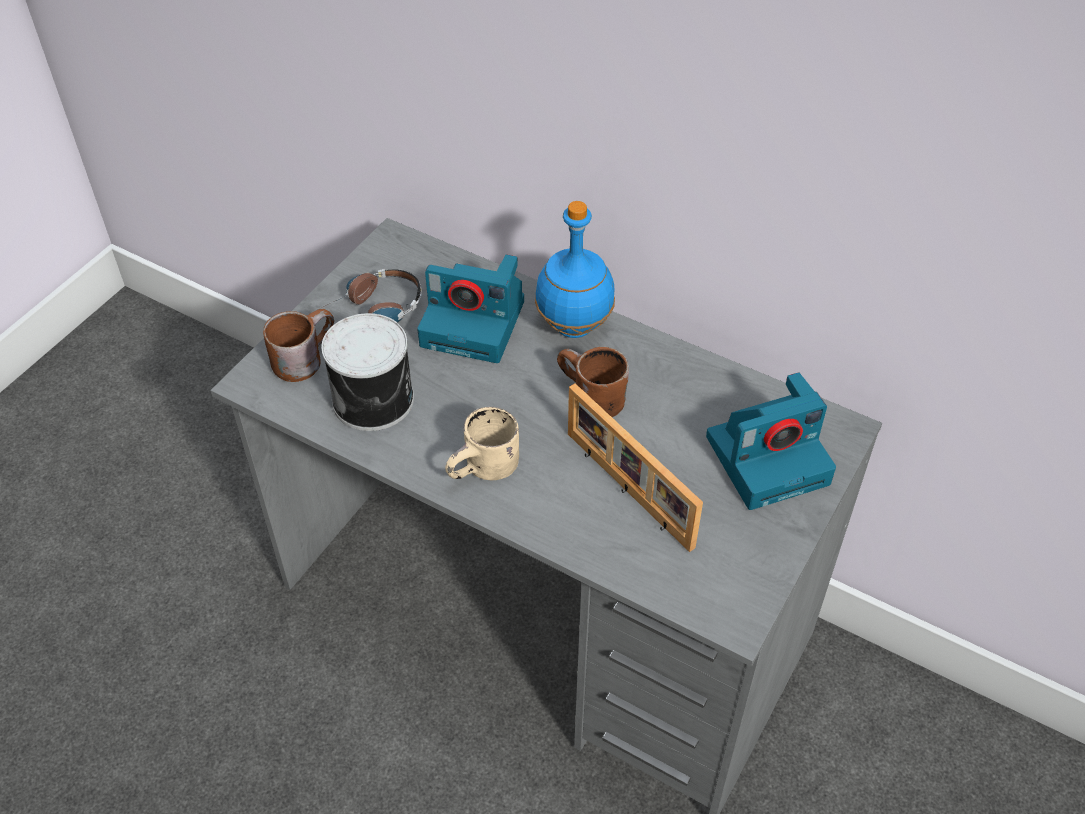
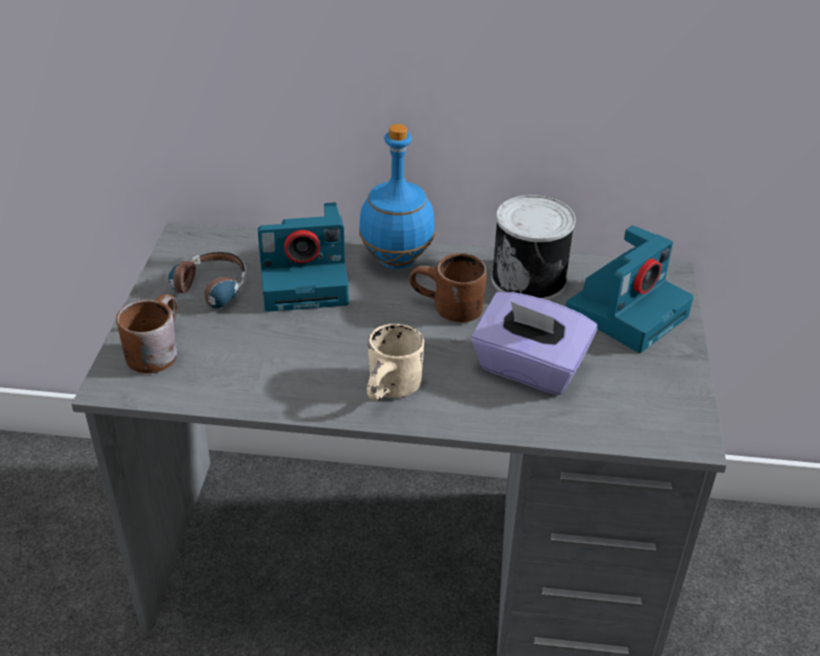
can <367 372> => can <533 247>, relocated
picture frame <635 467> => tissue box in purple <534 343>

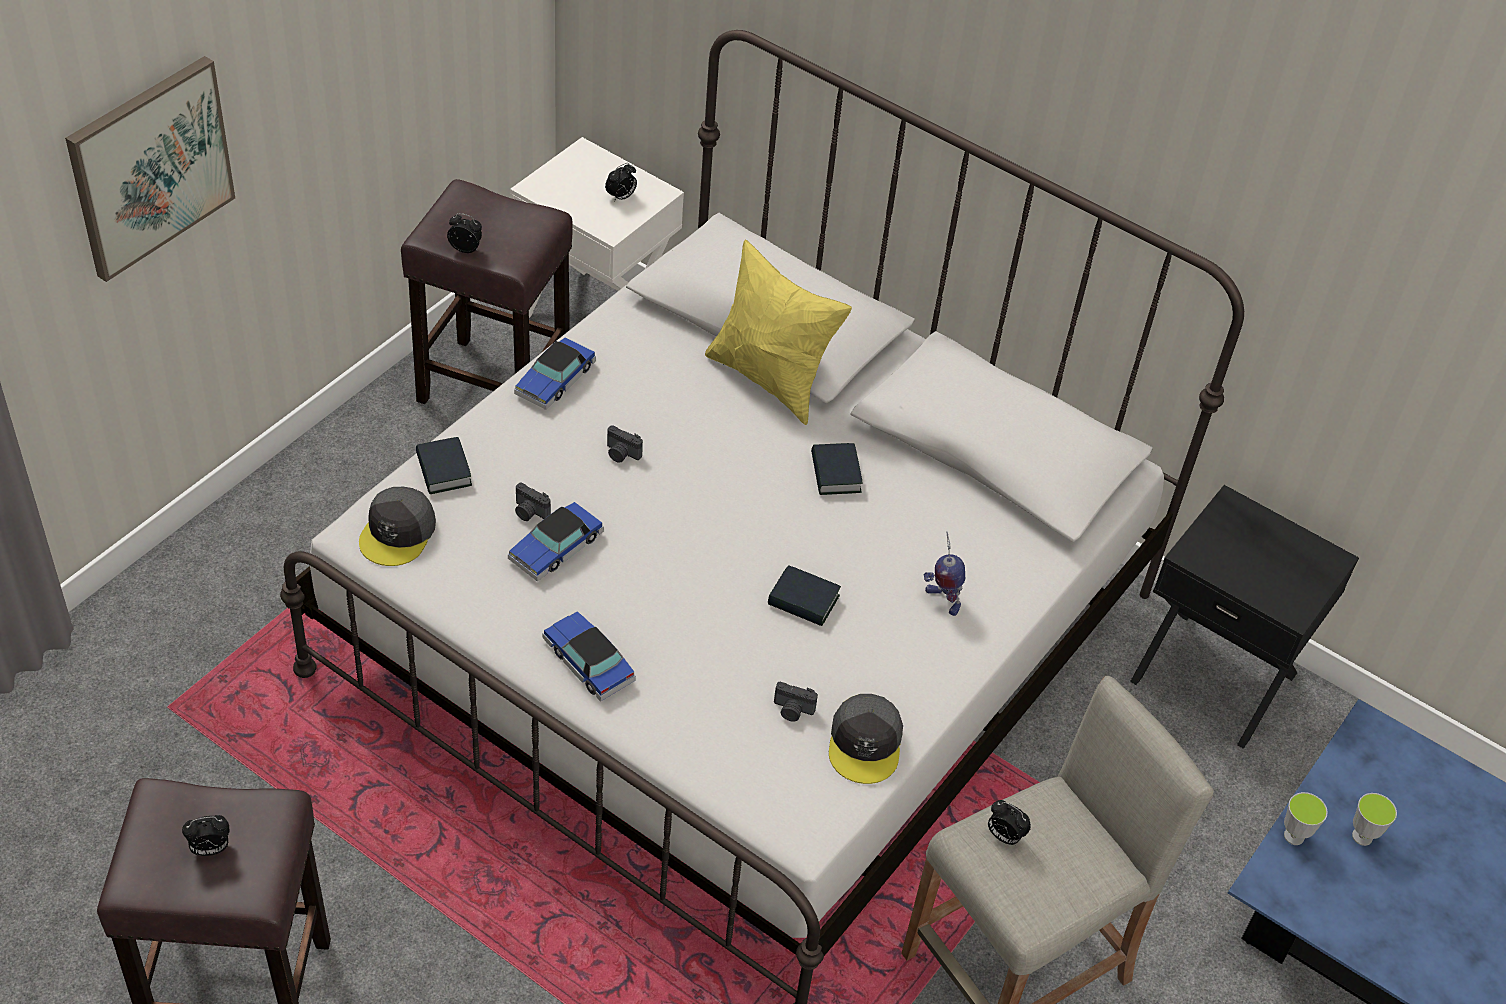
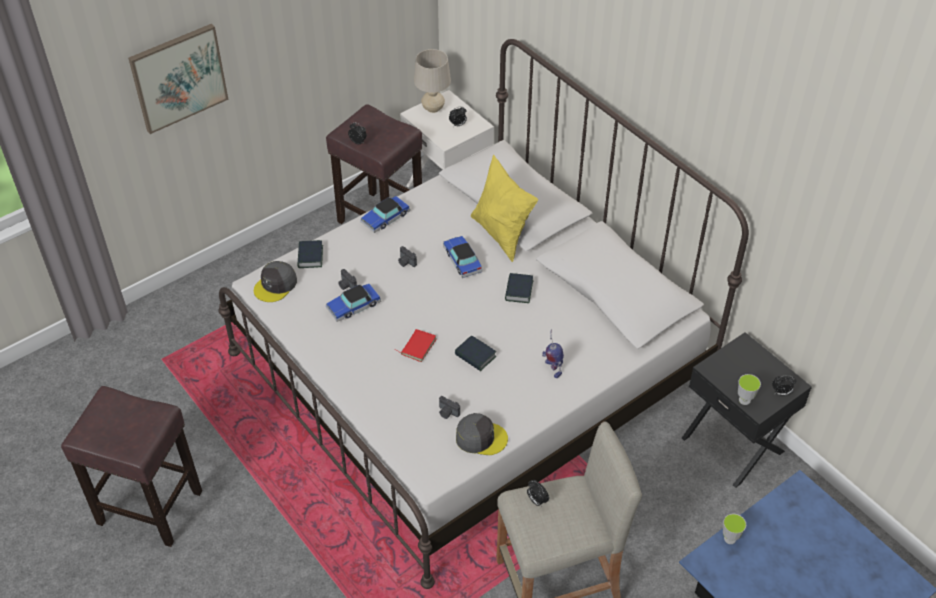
toy car <589 656> => toy car <462 257>, relocated
cap in grey <866 739> => cap in grey <482 434>, 105 degrees counterclockwise
cup <1374 819> => cup <749 389>, relocated
alarm clock <206 835> => alarm clock <784 386>, relocated
nothing => table lamp in beige <432 81>
nothing => book in red <416 345>

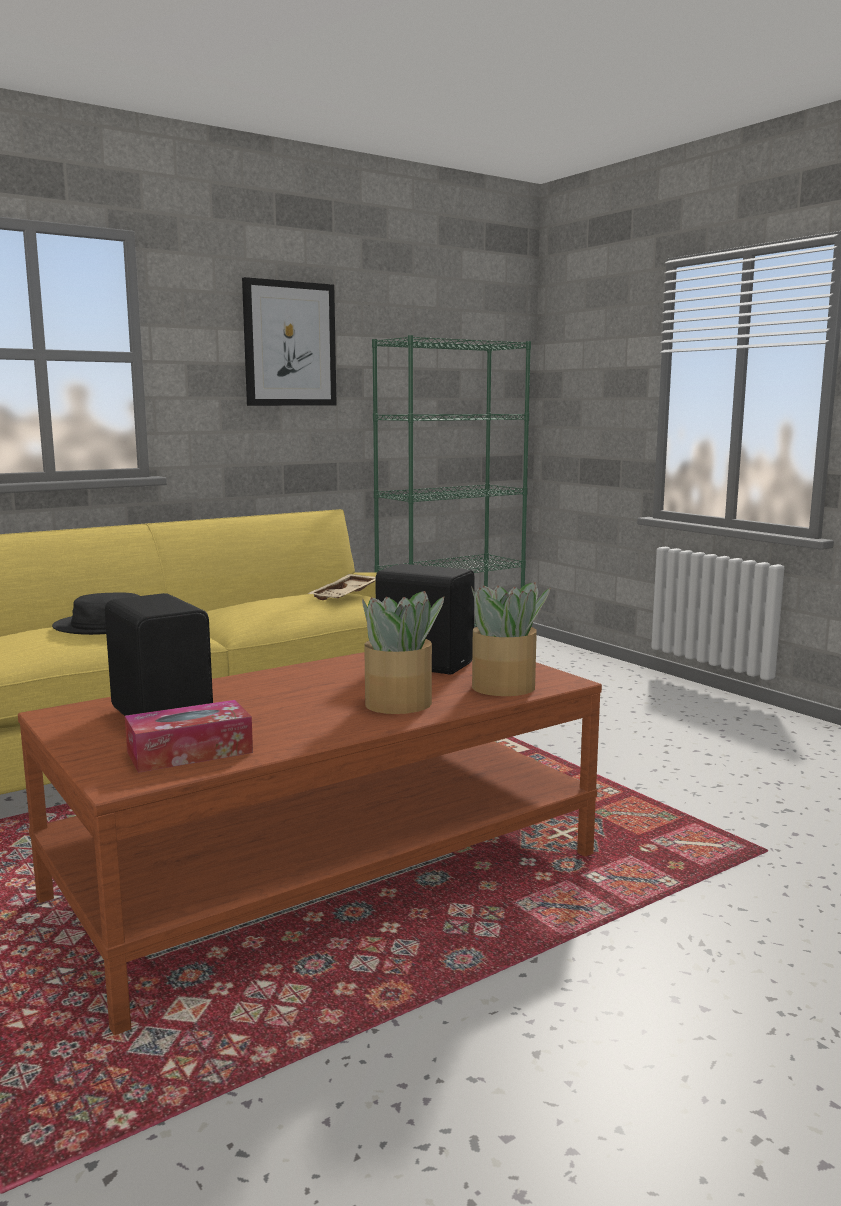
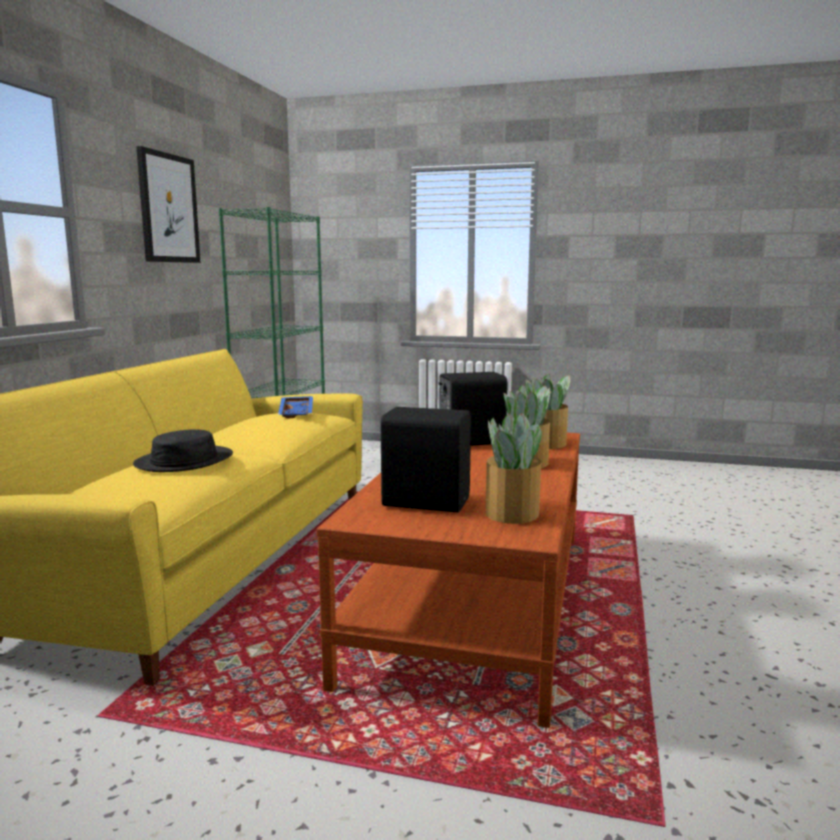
tray in beige <342 587> => tray in blue <295 407>
tissue box <189 736> => potted plant <514 468>

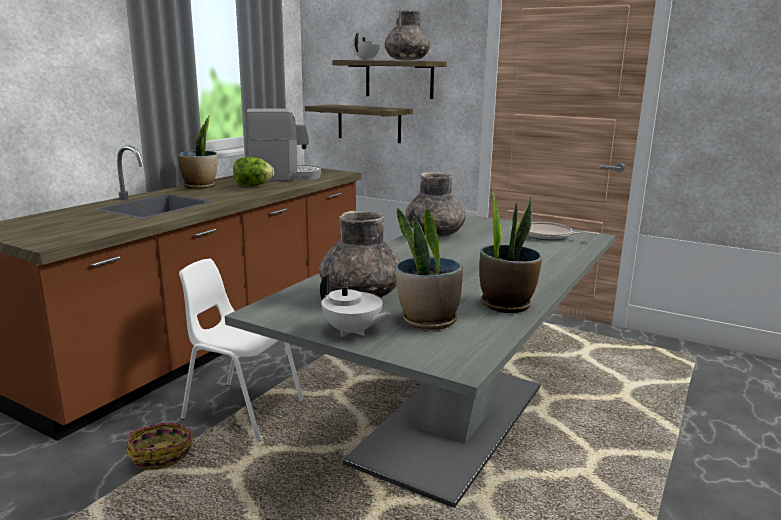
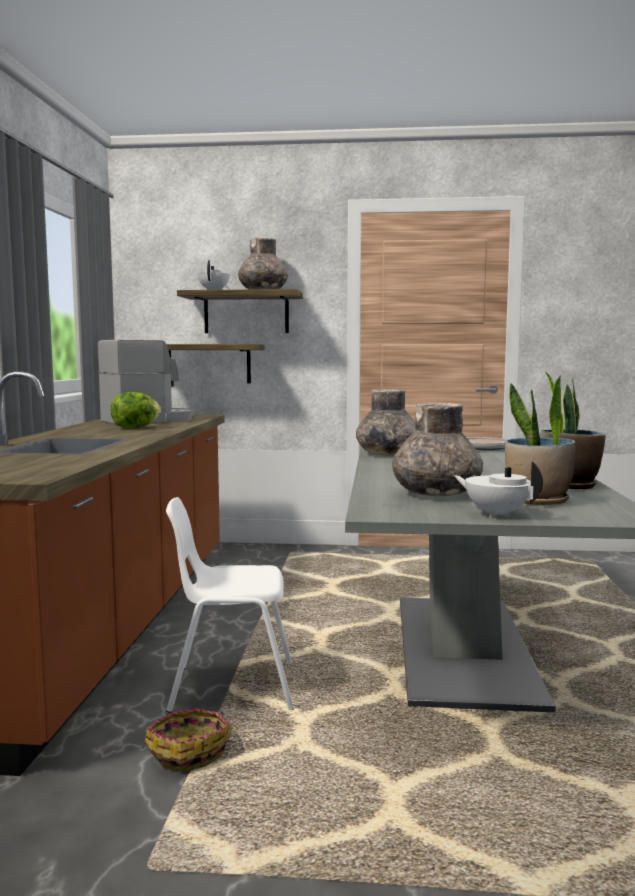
potted plant <198 152> => nothing
teapot in white <355 305> => teapot in white <498 489>, 150 degrees counterclockwise

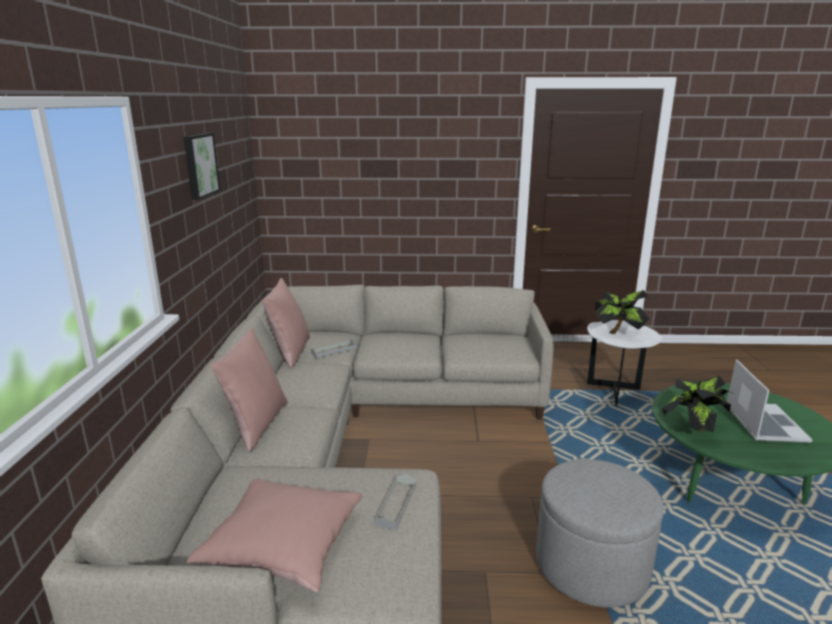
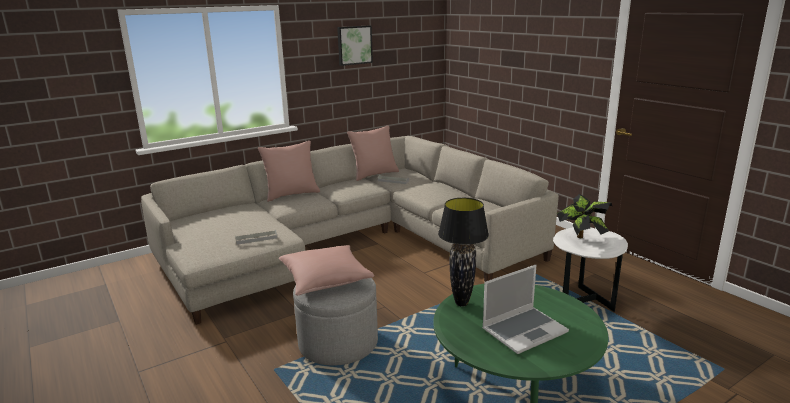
potted plant <698 404> => table lamp in black <463 252>
pillow in pink <274 535> => pillow in pink <326 270>, relocated

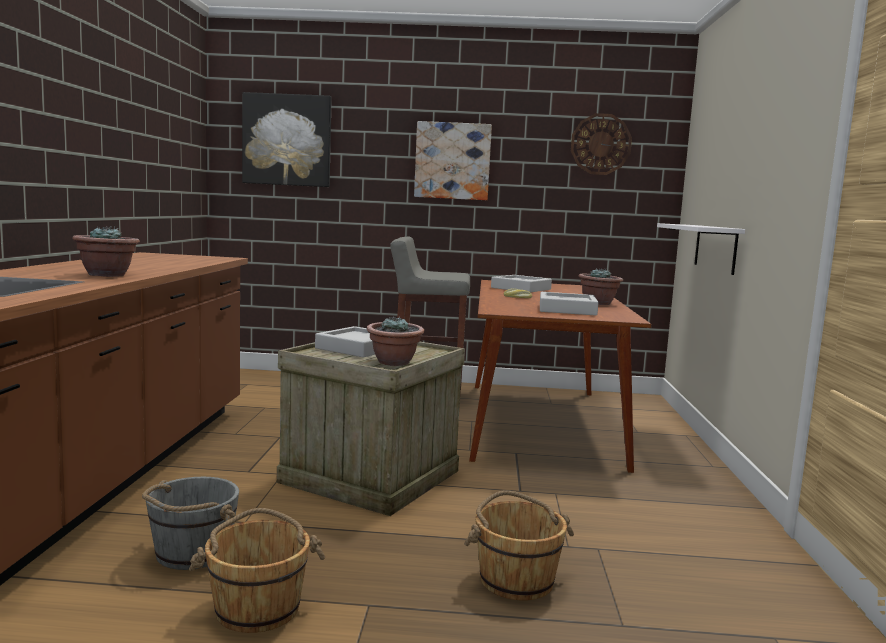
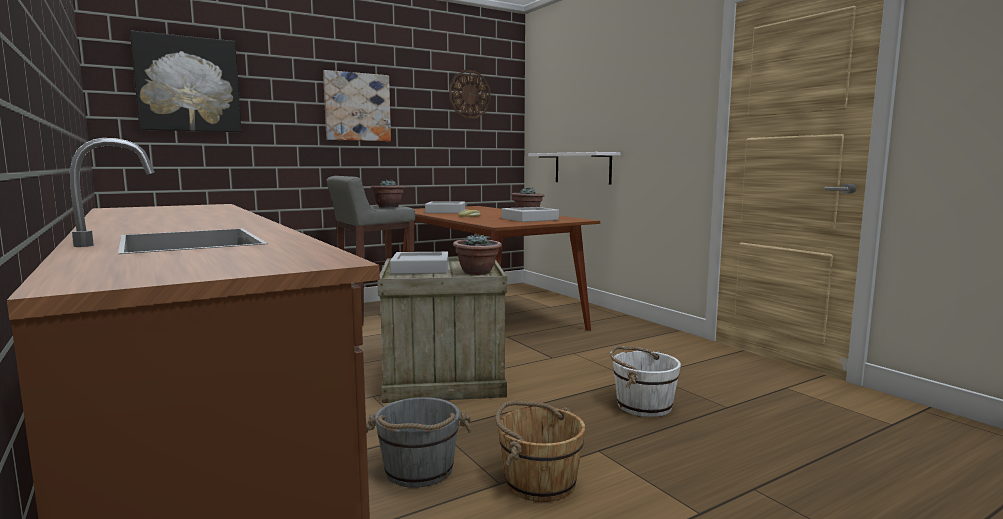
potted plant <106 251> => potted plant <387 193>, relocated
bucket in brown <519 545> => bucket in white <645 381>

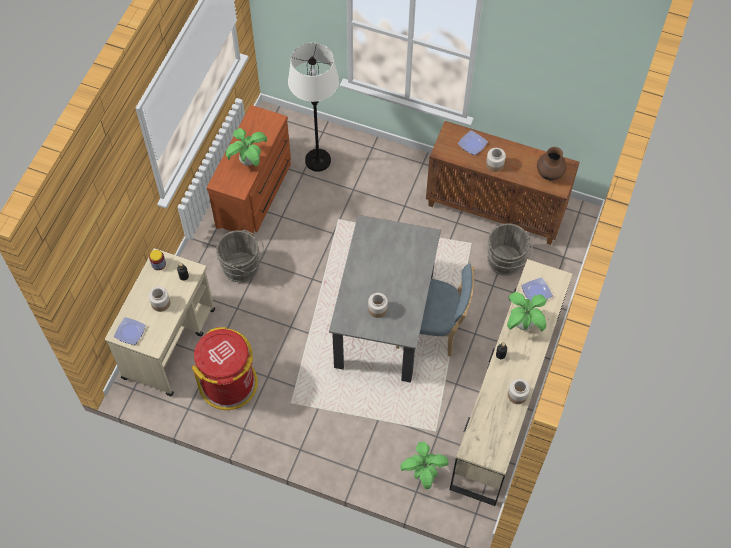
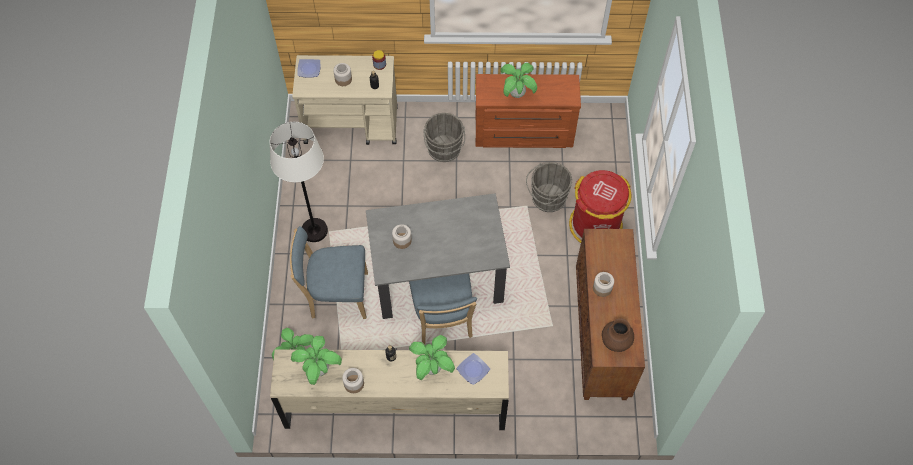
floor lamp in white <313 107> => floor lamp in white <299 182>, relocated
plate <473 142> => nothing
bucket in grey <510 249> => bucket in grey <549 187>, relocated
trash can in red <225 368> => trash can in red <600 206>, relocated
nothing => chair in blue <329 272>
nothing => potted plant <316 360>

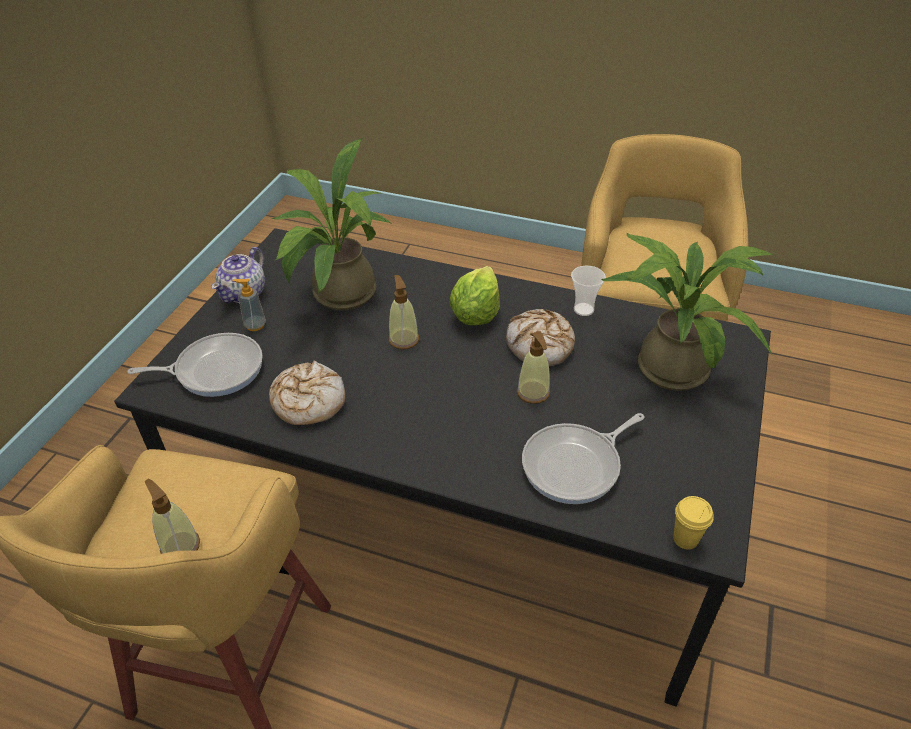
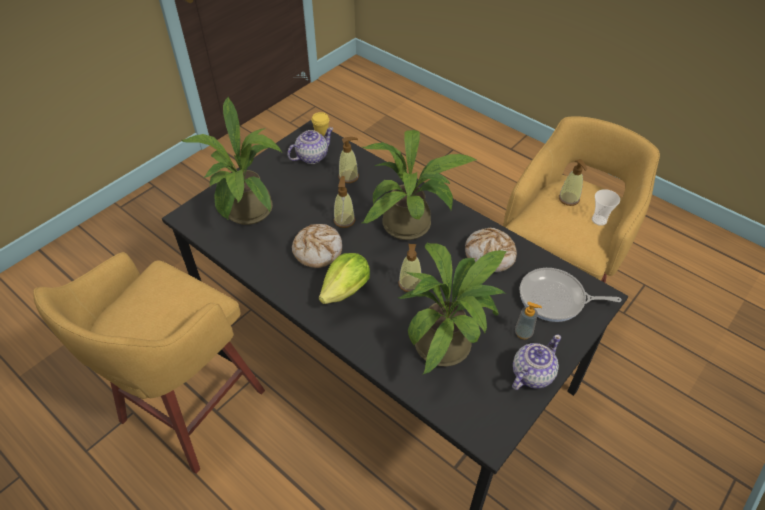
cup <588 291> => cup <606 207>, relocated
frying pan <583 458> => soap dispenser <348 160>
nothing => teapot <310 145>
nothing => potted plant <419 185>

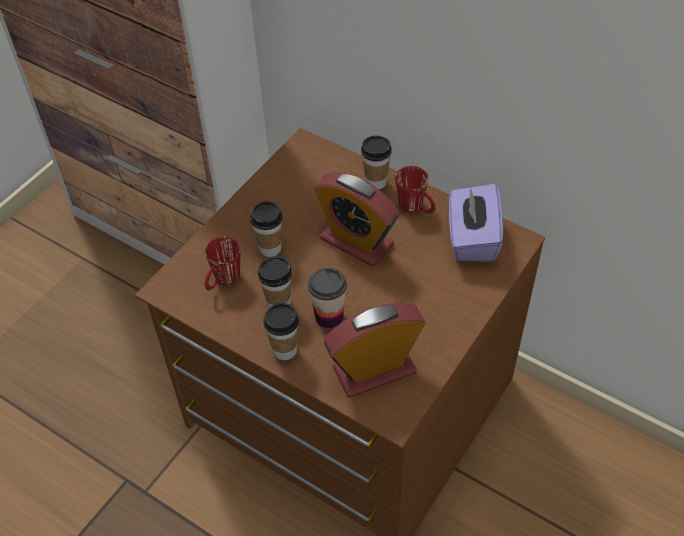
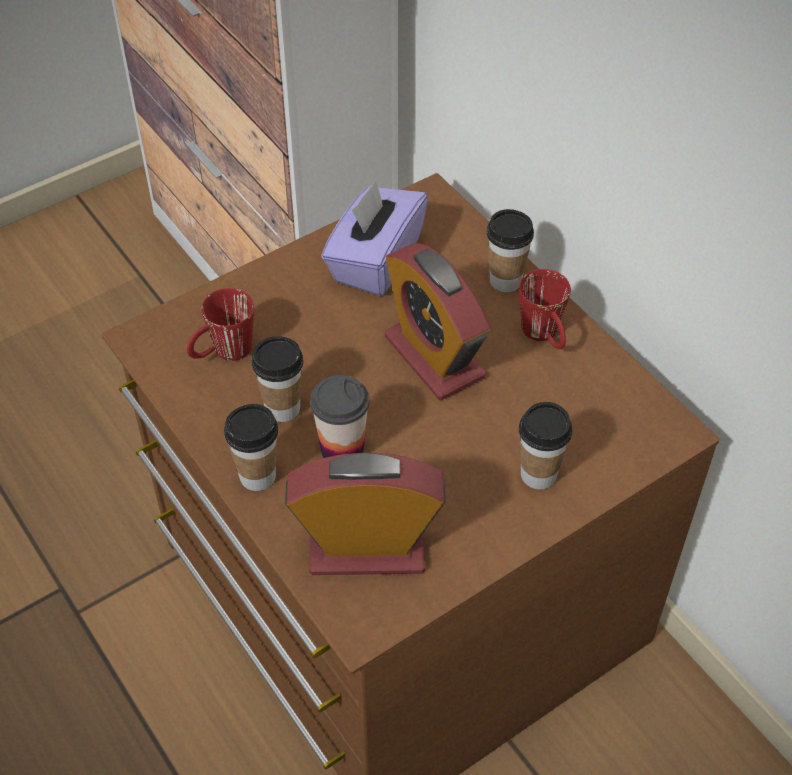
tissue box in purple <476 223> => tissue box in purple <374 238>, relocated
cup <266 229> => cup <545 445>, relocated

